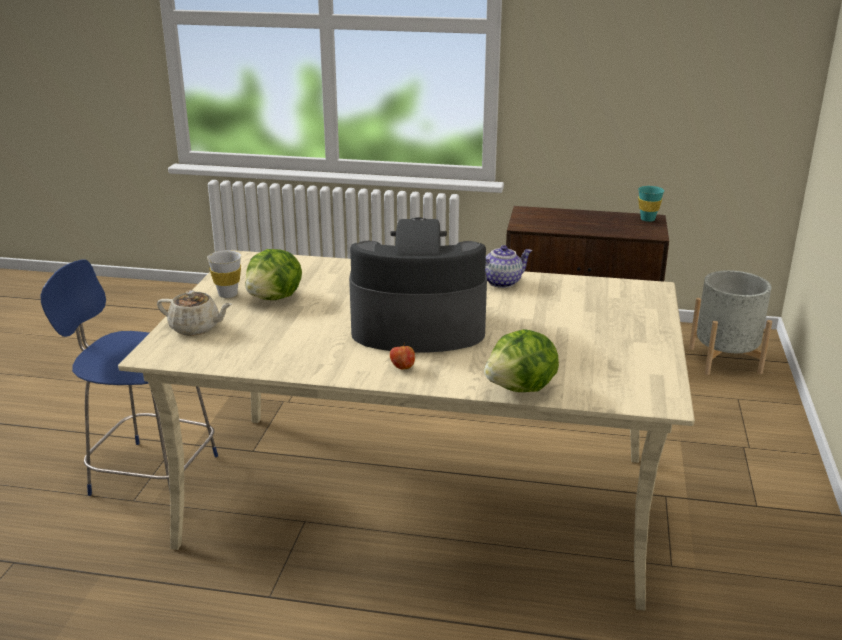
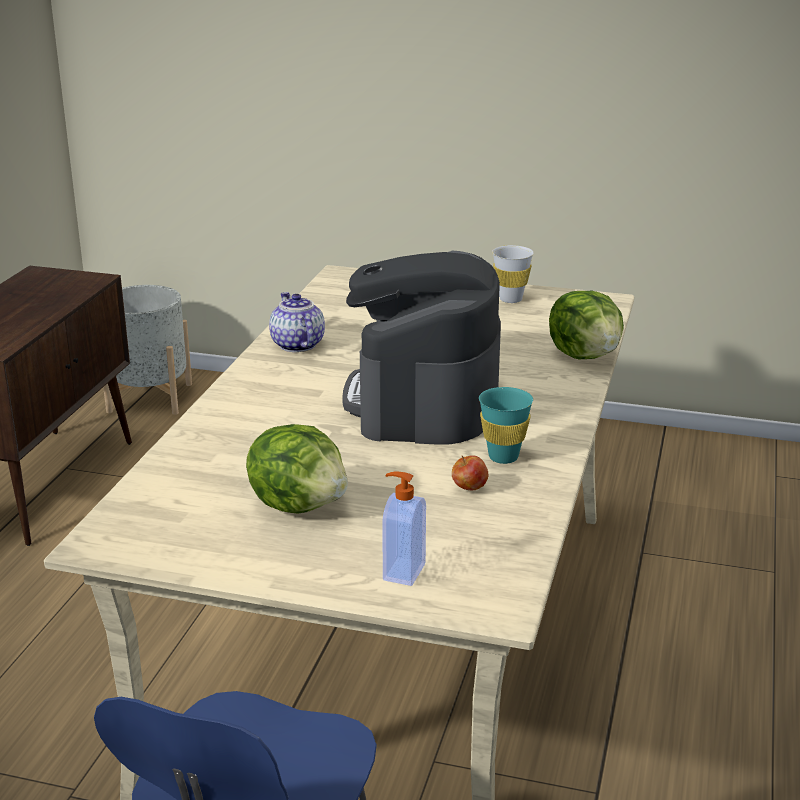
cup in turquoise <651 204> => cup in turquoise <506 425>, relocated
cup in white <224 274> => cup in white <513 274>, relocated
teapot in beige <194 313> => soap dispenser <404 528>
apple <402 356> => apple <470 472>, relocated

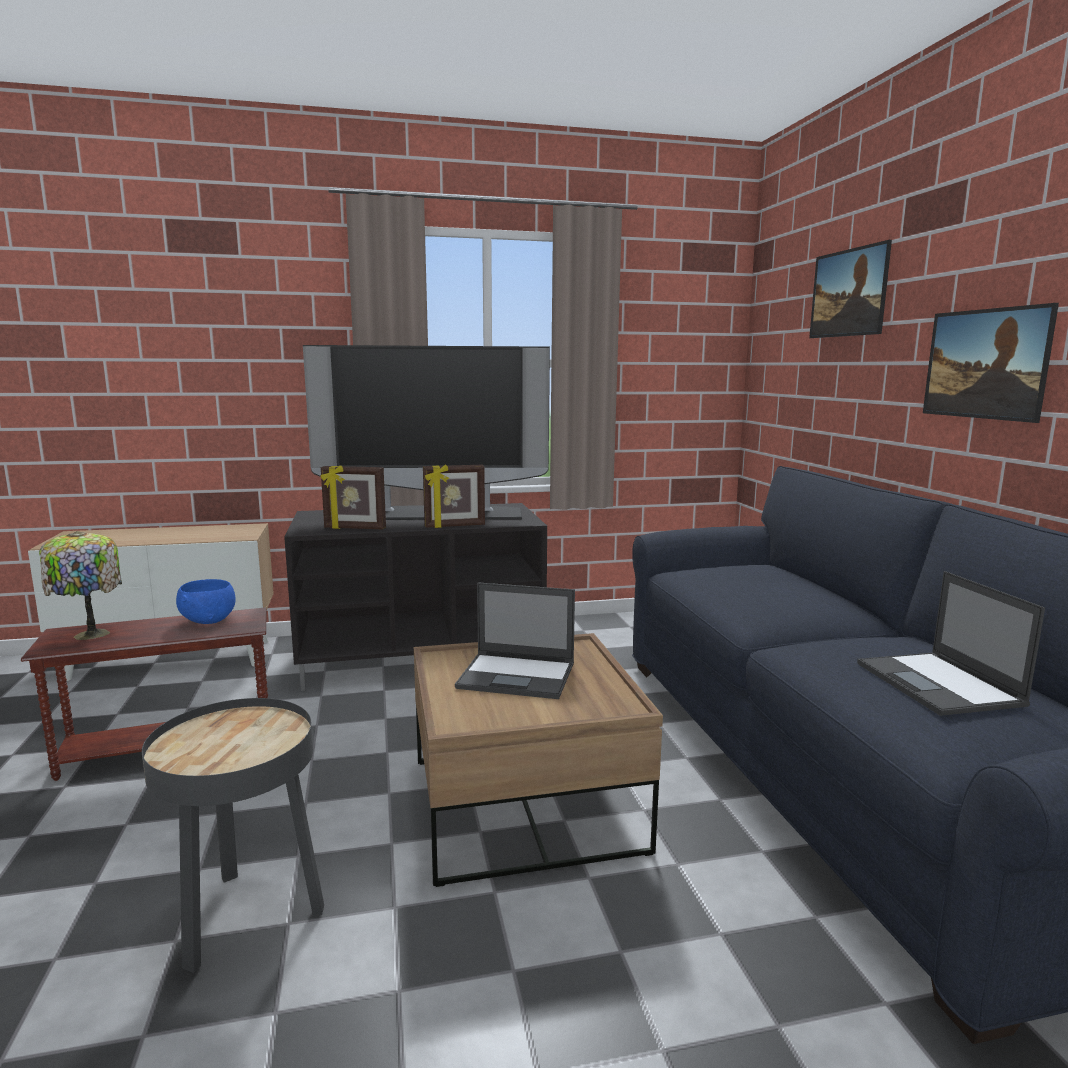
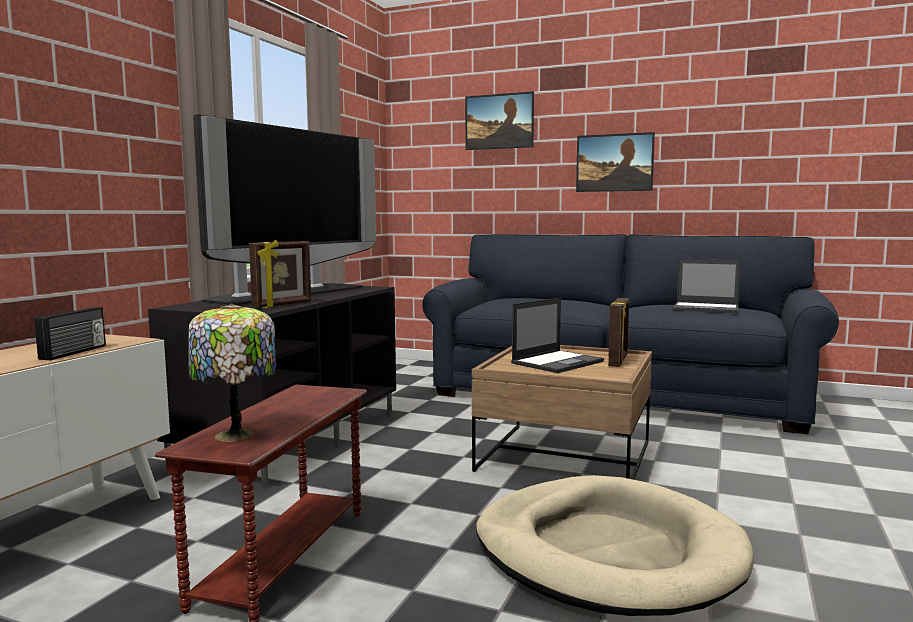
picture frame <454 496> => picture frame <618 332>, relocated
bowl in blue <206 601> => nothing
side table in black <233 835> => dog bed in beige <615 545>
nothing => radio <70 333>

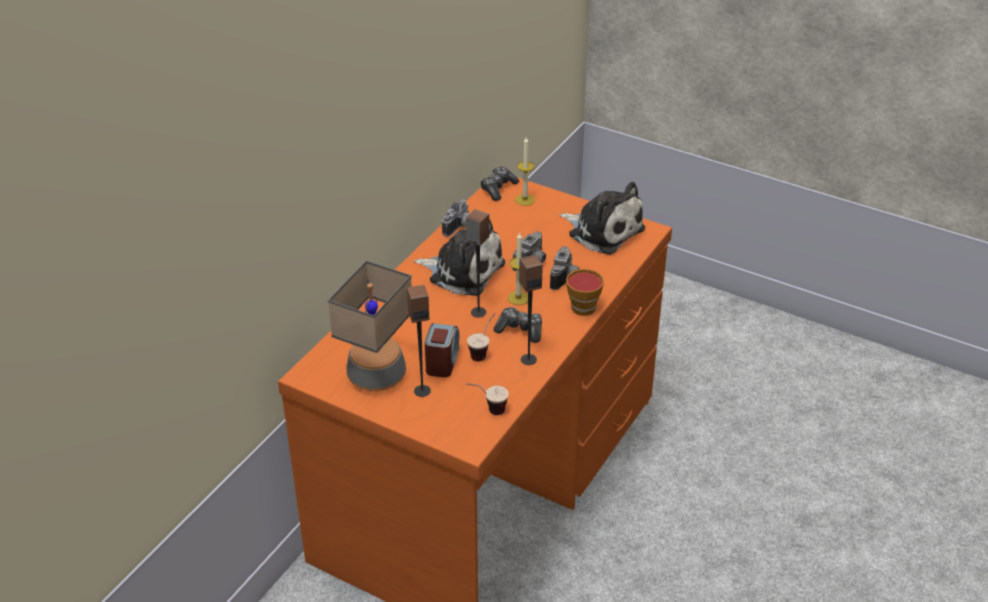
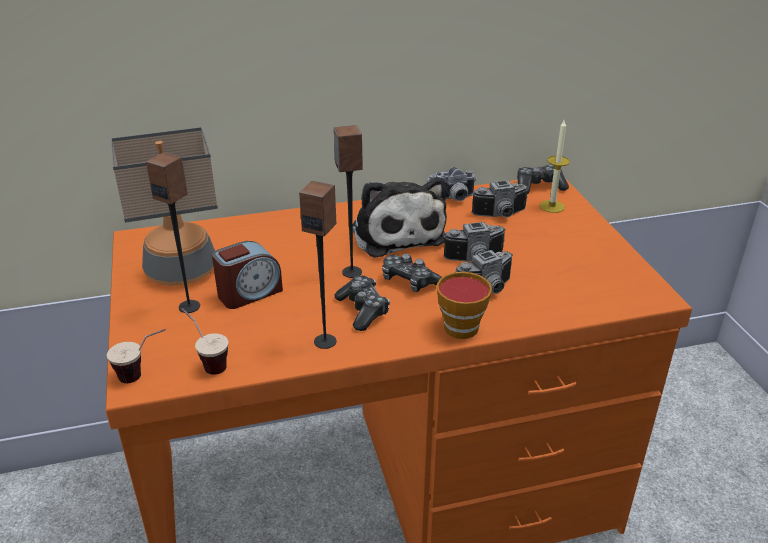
plush toy <602 218> => nothing
candle <518 268> => game controller <412 272>
cup <481 337> => cup <136 356>, relocated
nothing => photo camera <500 198>

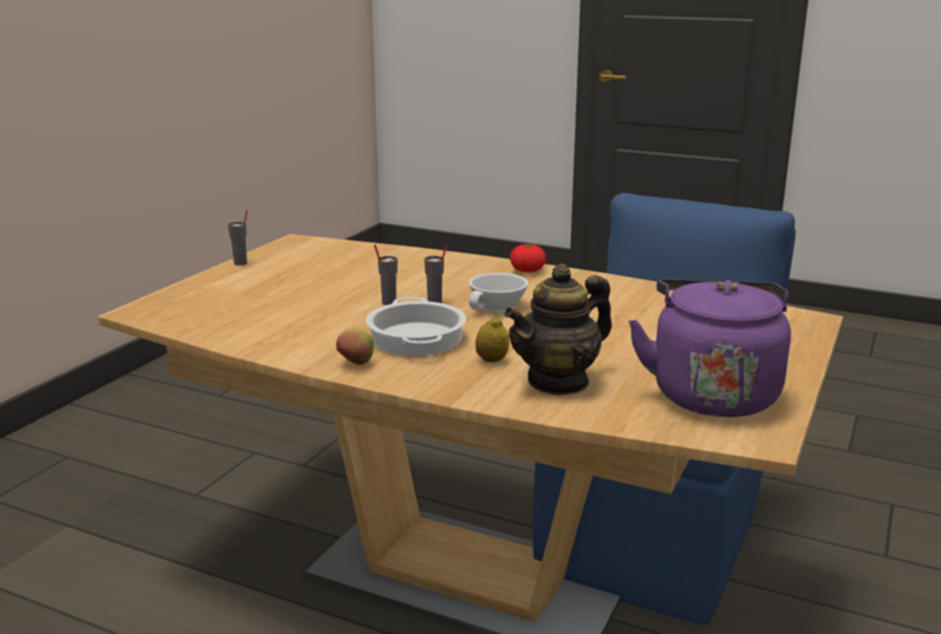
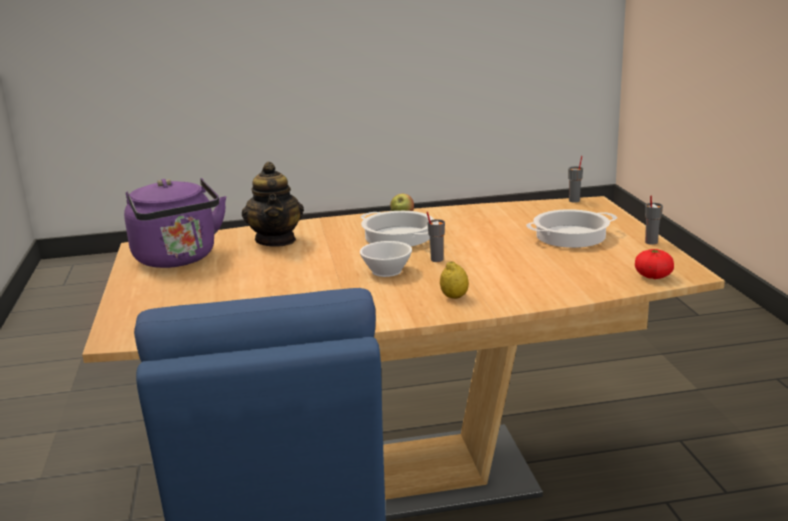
cup in grey <386 274> => cup in grey <575 179>, relocated
tomato <528 258> => tomato <654 264>, relocated
teapot <558 330> => teapot <273 204>, 150 degrees clockwise
lemon <492 339> => lemon <454 280>, relocated
nothing => cooking pot <571 228>

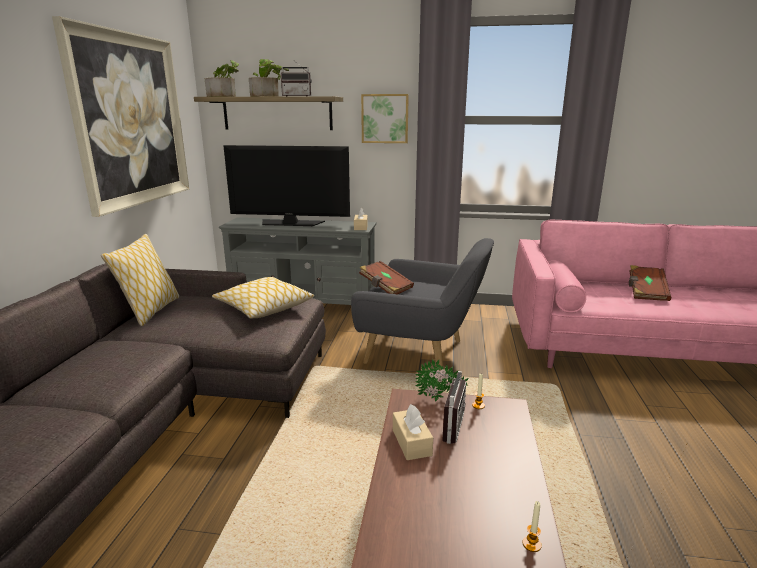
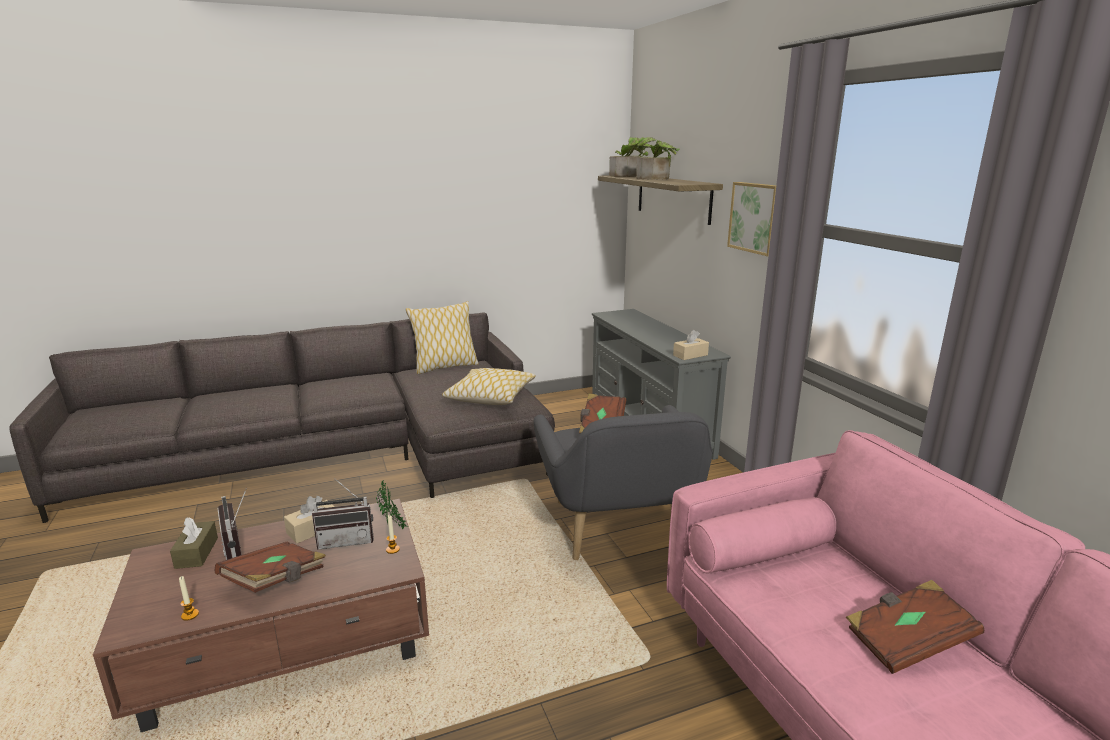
picture <120 116> => nothing
radio <296 79> => radio <232 524>, relocated
television <286 185> => nothing
nothing => tissue box in brown <194 543>
nothing => book in brown <270 567>

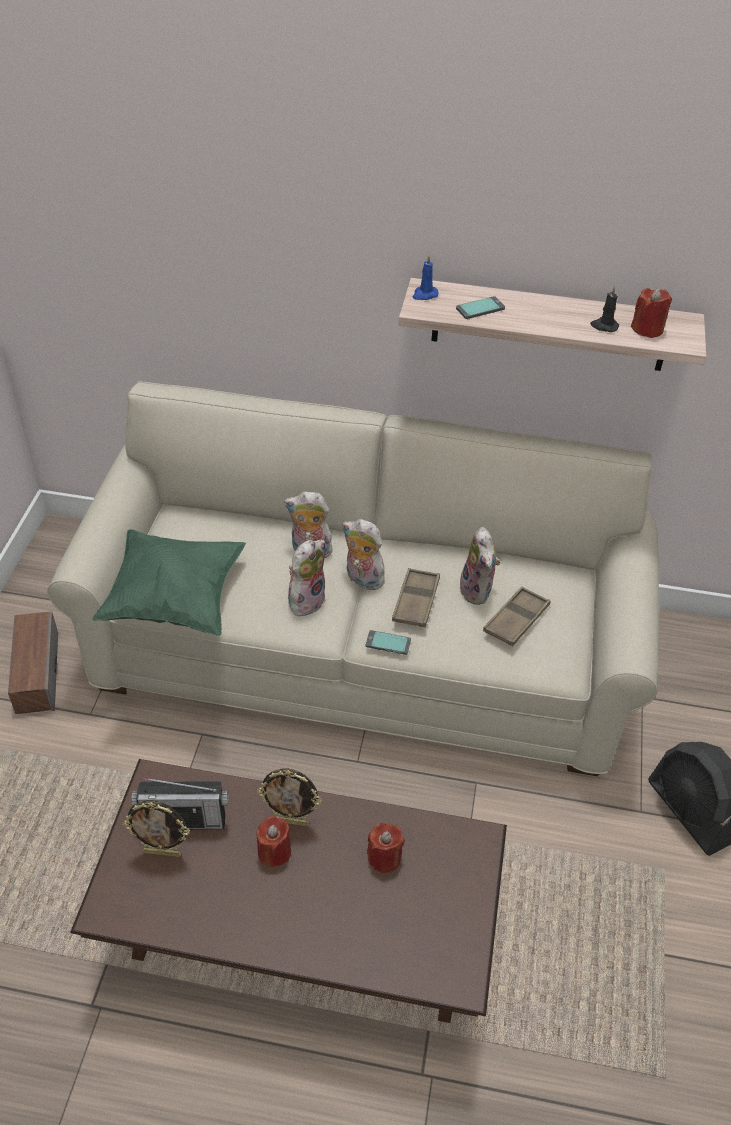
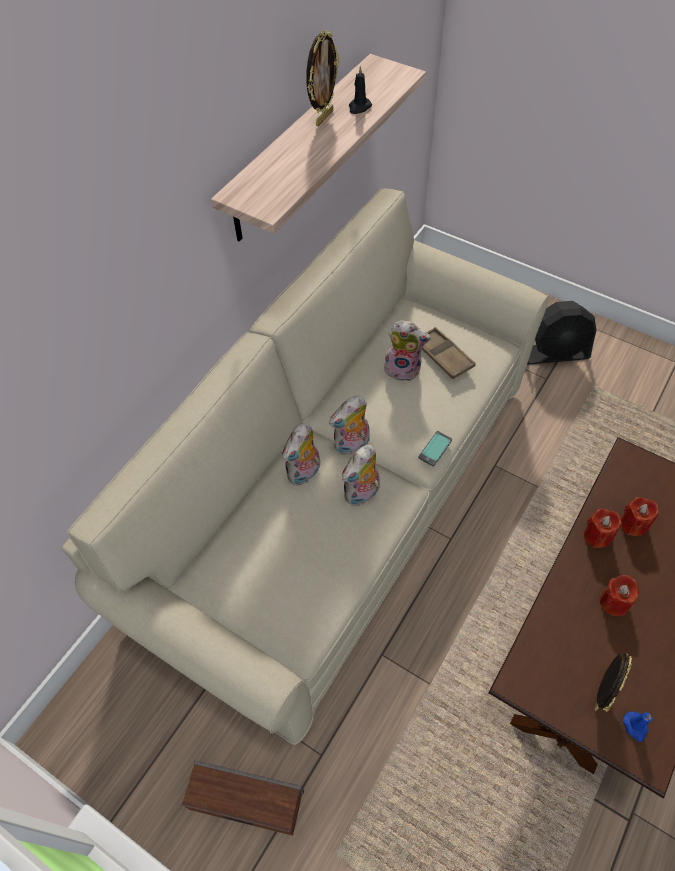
candle in blue <426 277> => candle in blue <638 726>, relocated
candle in red <651 313> => candle in red <602 528>, relocated
phone <480 307> => nothing
pillow in green <169 582> => nothing
plush toy <307 578> => plush toy <361 475>, 105 degrees counterclockwise
tray in brown <416 597> => nothing
picture frame <289 798> => picture frame <323 78>, relocated
radio <180 804> => nothing

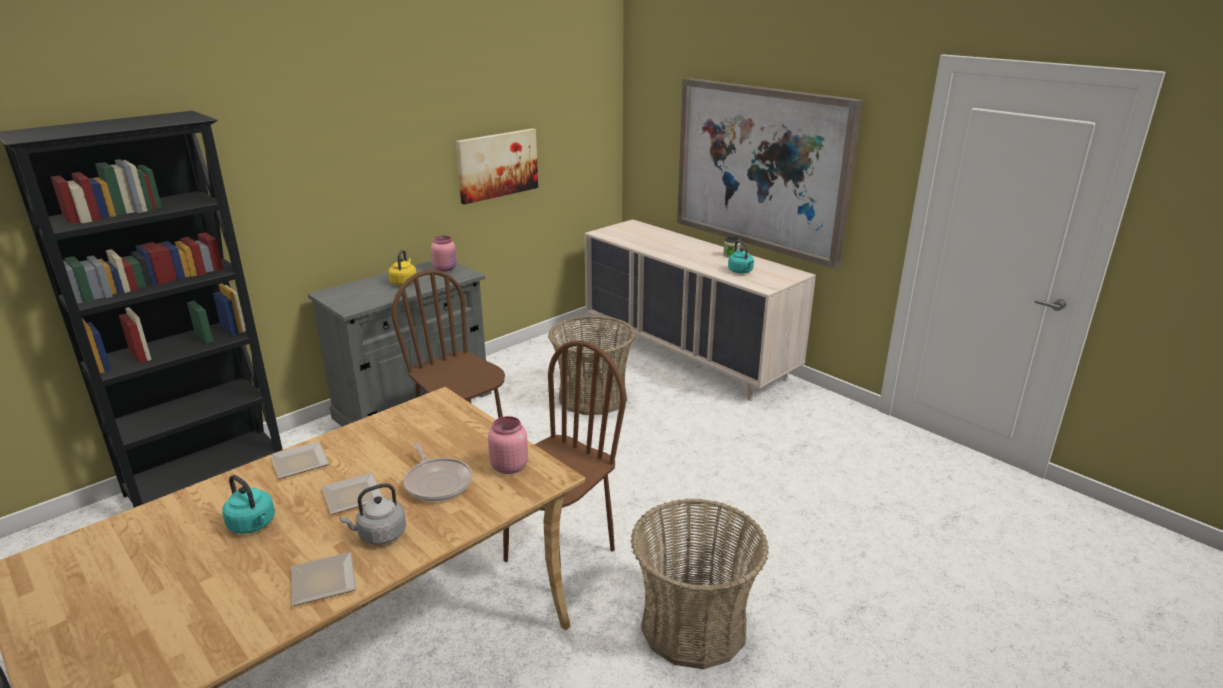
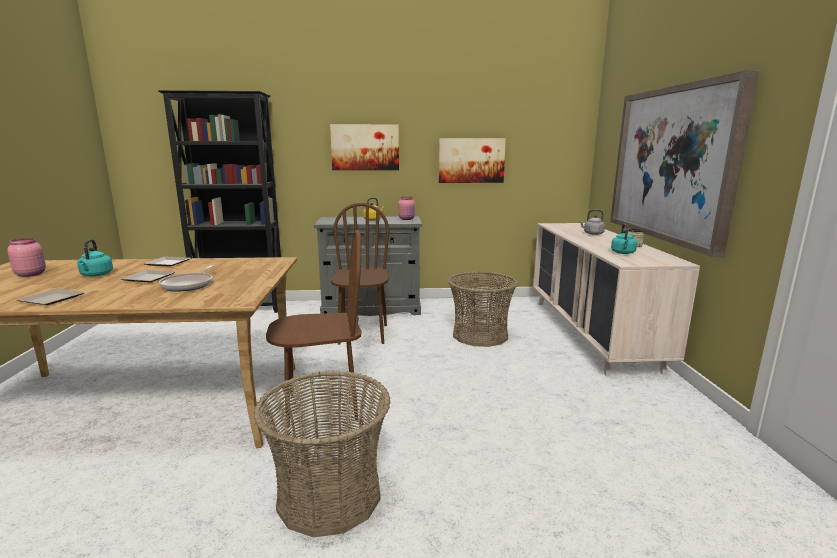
jar in pink <508 445> => jar in pink <26 257>, relocated
kettle in grey <373 514> => kettle in grey <592 222>, relocated
nothing => picture <364 147>

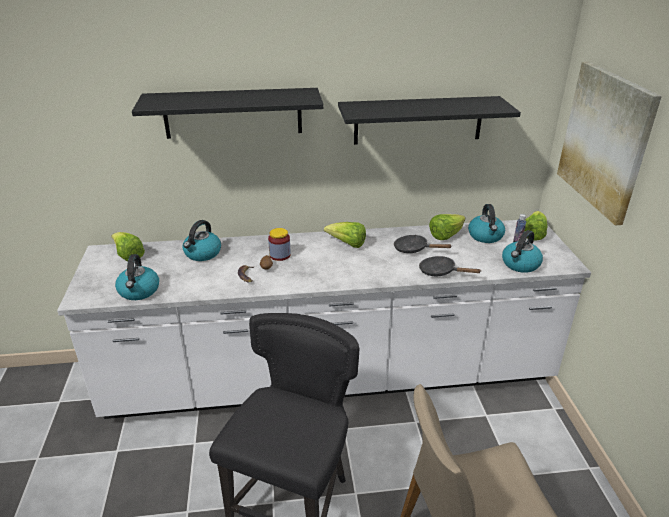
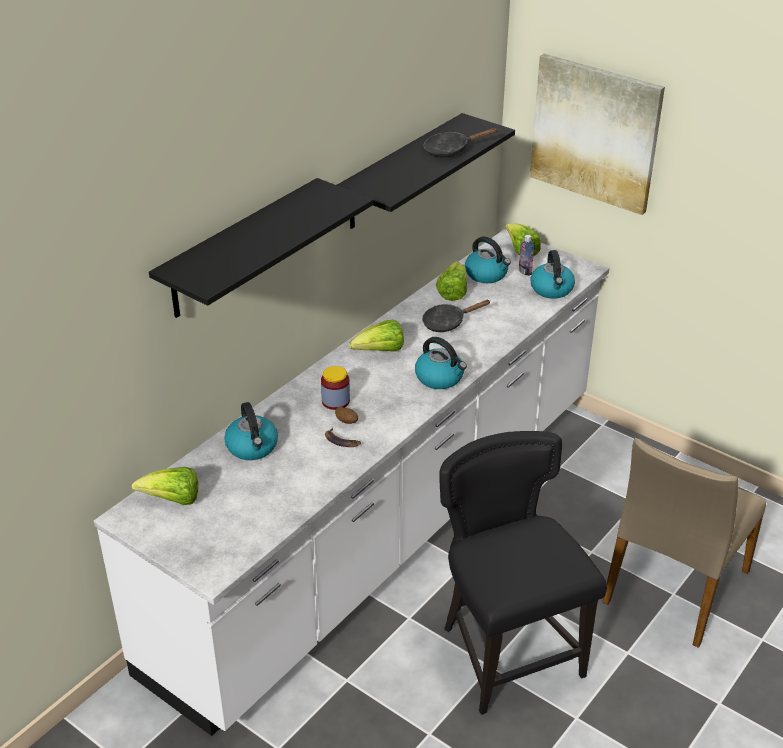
kettle <137 277> => kettle <441 363>, relocated
frying pan in black <450 266> => frying pan in black <461 142>, relocated

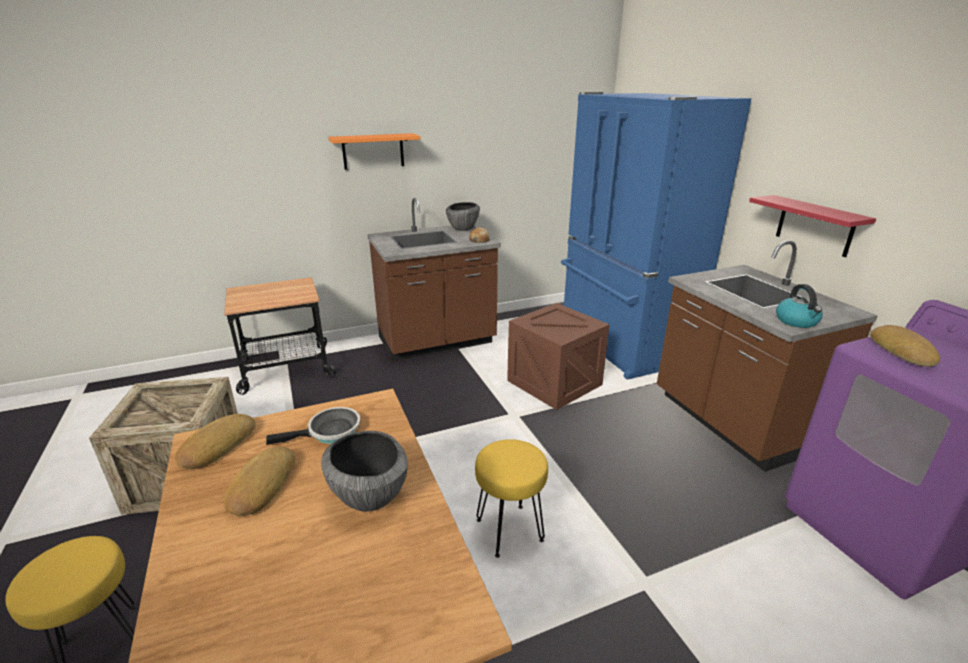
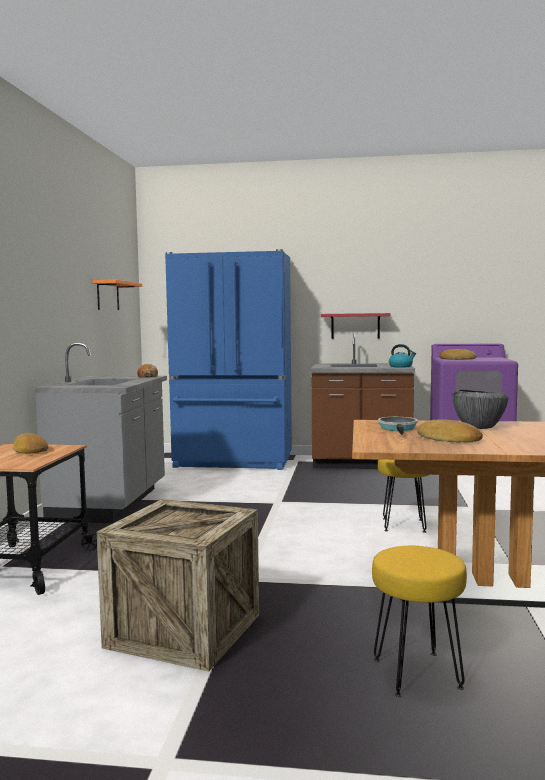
shelf in orange <374 151> => shelf in orange <117 295>, relocated
counter in brown <434 279> => counter in grey <101 432>
bowl <463 216> => nothing
crate <558 356> => nothing
bread <215 441> => bread <31 443>, relocated

